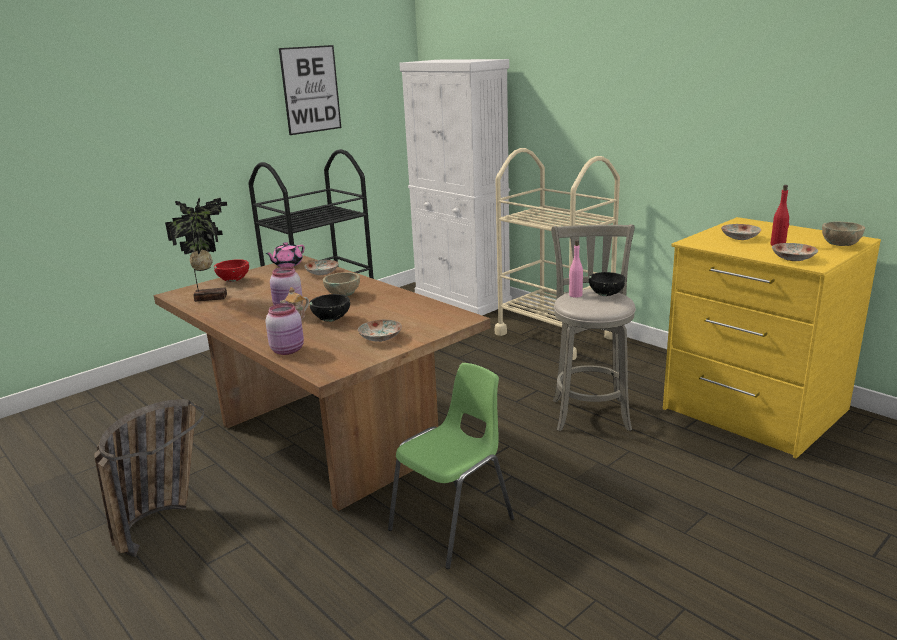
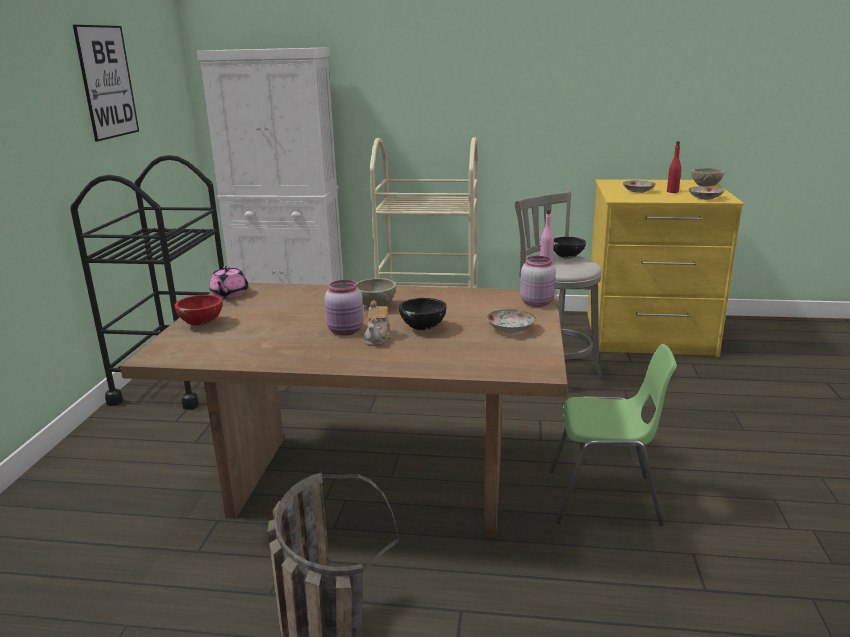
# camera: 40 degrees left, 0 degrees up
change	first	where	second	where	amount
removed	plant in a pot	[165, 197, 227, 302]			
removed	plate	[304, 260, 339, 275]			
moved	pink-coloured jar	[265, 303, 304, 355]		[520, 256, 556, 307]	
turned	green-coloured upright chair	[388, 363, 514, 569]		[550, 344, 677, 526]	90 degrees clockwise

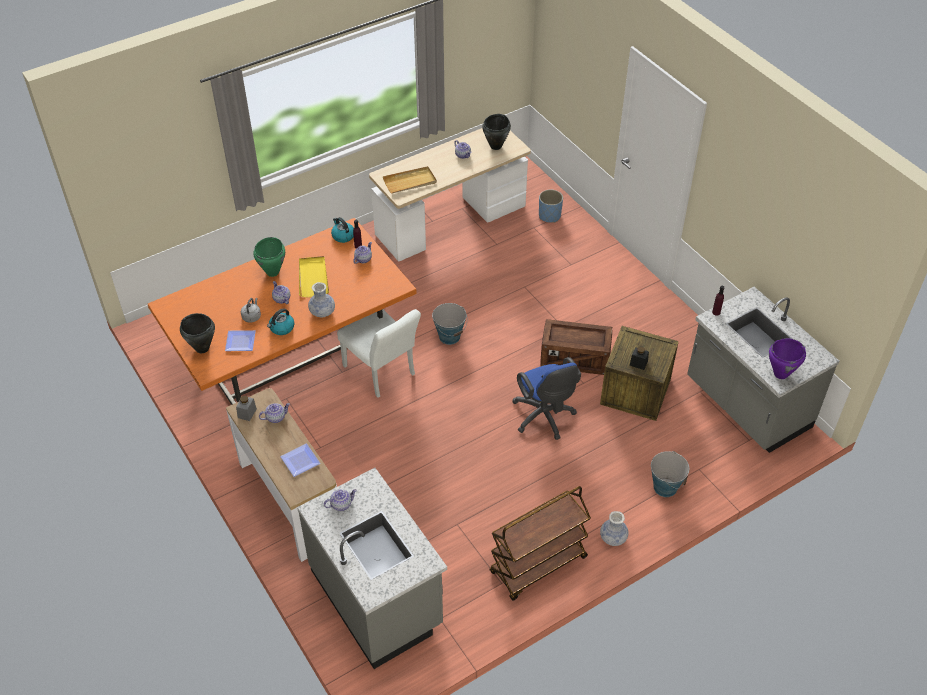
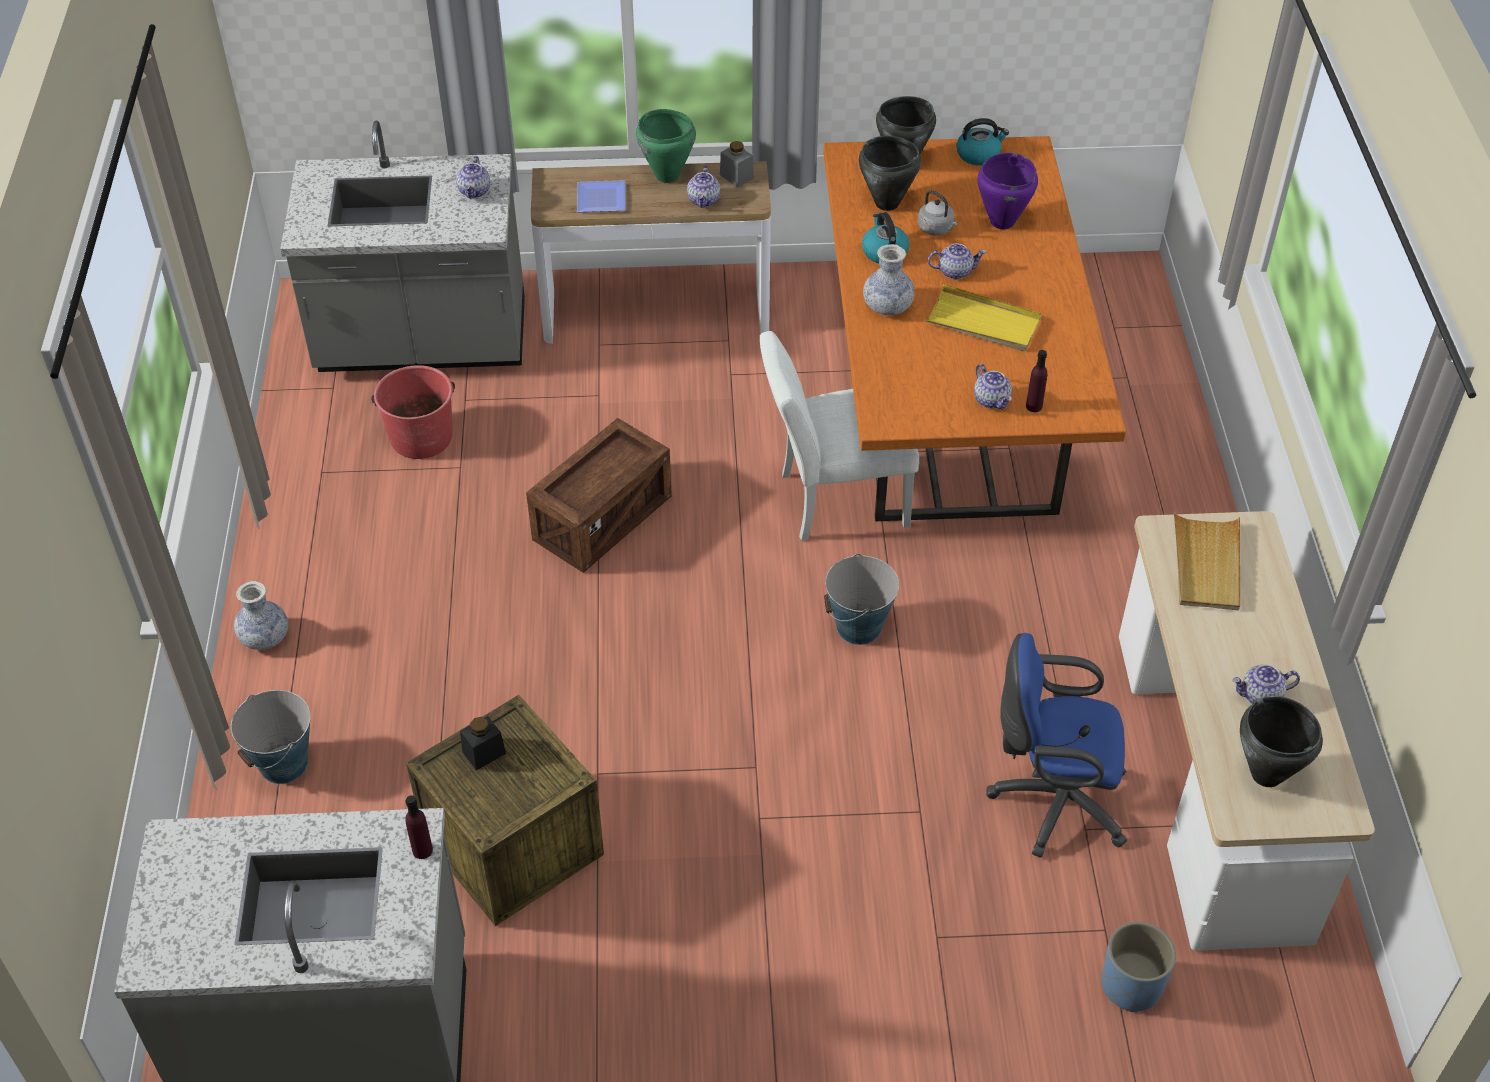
# camera: 120 degrees right, 0 degrees up
change	first	where	second	where	amount
moved	water kettle	[331, 217, 354, 243]		[956, 118, 1009, 166]	
moved	green-coloured saucepot	[254, 237, 285, 277]		[636, 109, 696, 183]	
moved	shipping crate	[540, 319, 612, 375]		[526, 418, 672, 573]	
replaced	plate	[225, 330, 256, 351]	blackish saucepot	[859, 136, 921, 211]	
moved	purple-coloured saucepot	[769, 338, 806, 379]		[977, 153, 1038, 229]	
moved	blue-coloured desk chair	[512, 357, 581, 440]		[986, 633, 1127, 858]	
removed	brownish trolley	[490, 486, 591, 601]			
added			red water bucket	[371, 365, 455, 459]	

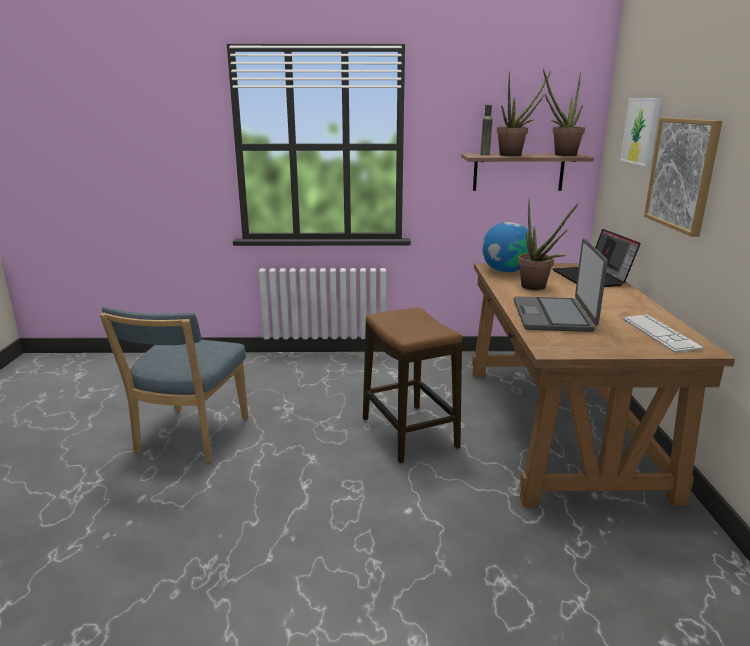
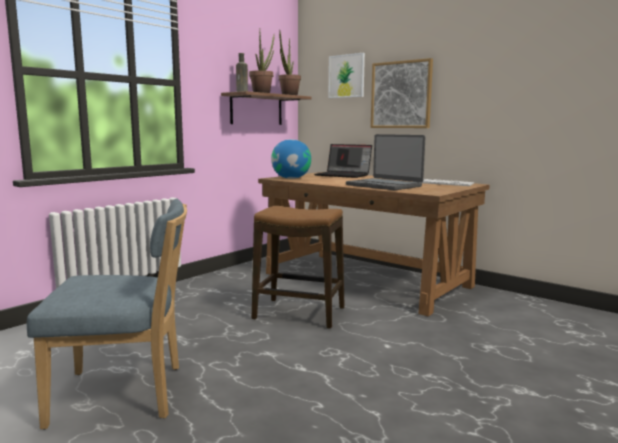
# camera: 50 degrees left, 10 degrees down
change	first	where	second	where	amount
removed	plant in a pot	[518, 198, 579, 290]			
turned	blue-coloured upright chair	[100, 306, 248, 462]		[27, 198, 187, 429]	60 degrees counterclockwise

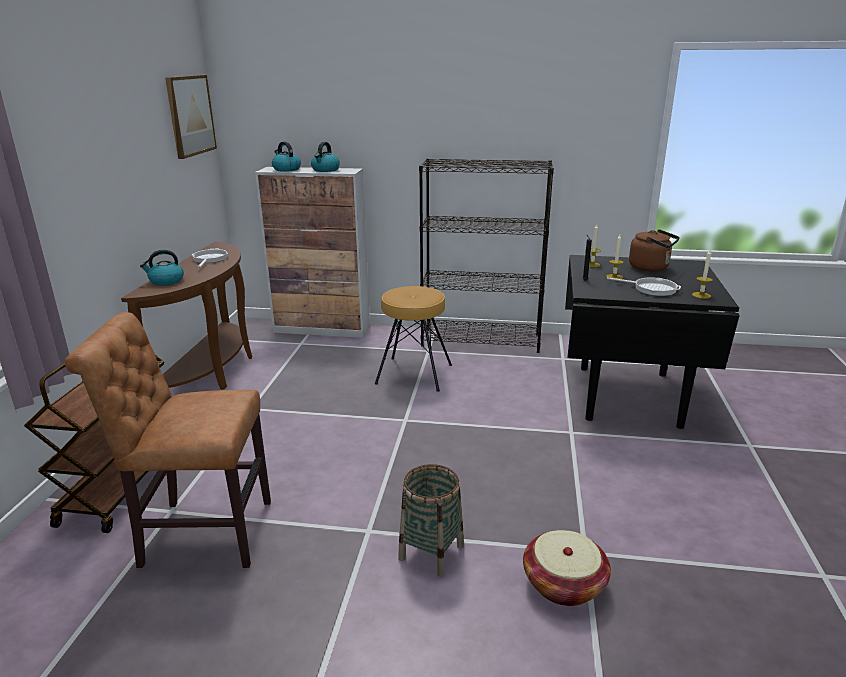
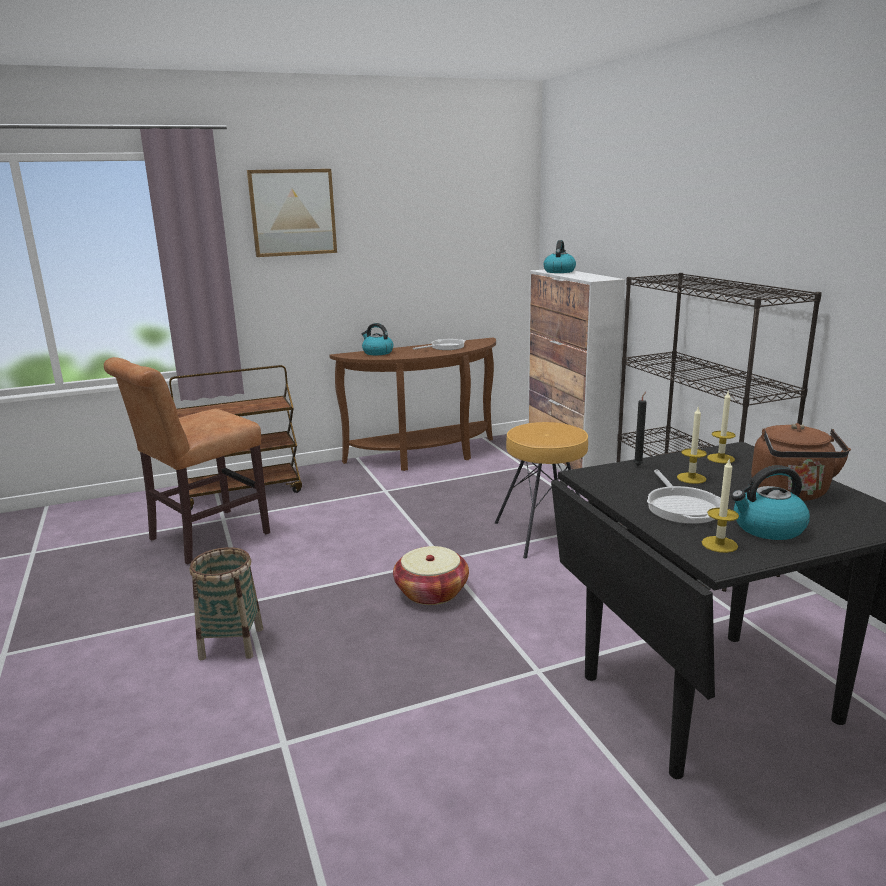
# camera: 60 degrees right, 5 degrees down
change	first	where	second	where	amount
moved	wall art	[165, 75, 217, 159]		[247, 169, 337, 257]	
moved	water kettle	[311, 142, 340, 172]		[731, 465, 810, 540]	
turned	brownish upright chair	[65, 312, 271, 568]		[104, 357, 270, 565]	105 degrees counterclockwise
moved	household basket	[523, 530, 611, 606]		[393, 546, 469, 605]	

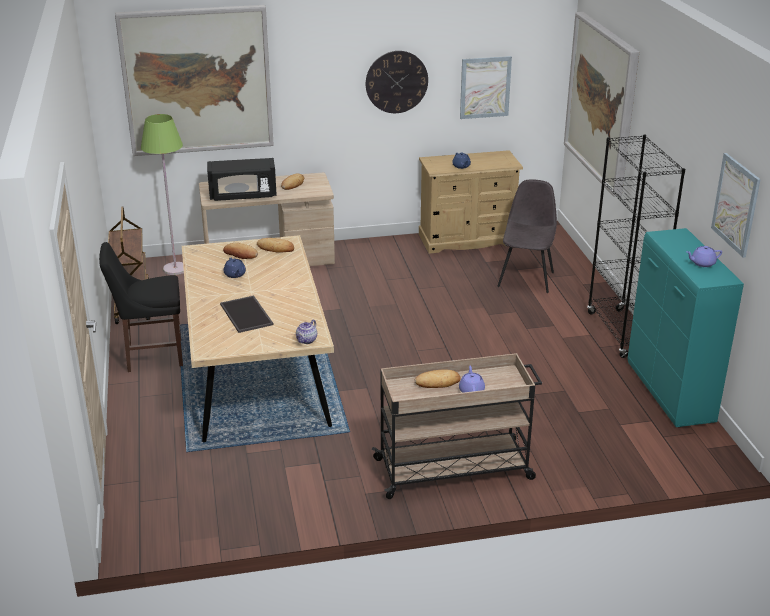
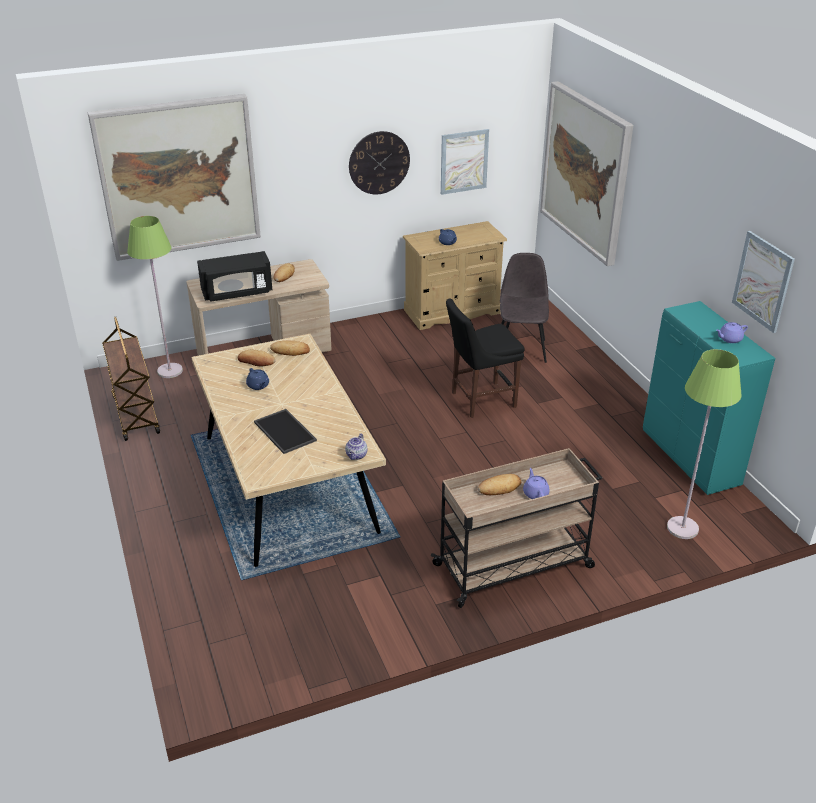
# camera: 10 degrees left, 5 degrees up
change	first	where	second	where	amount
removed	blackish bookcase	[587, 135, 685, 358]			
moved	blackish upright chair	[99, 242, 183, 372]		[446, 298, 524, 418]	
added			green-coloured floor lamp	[667, 349, 741, 539]	

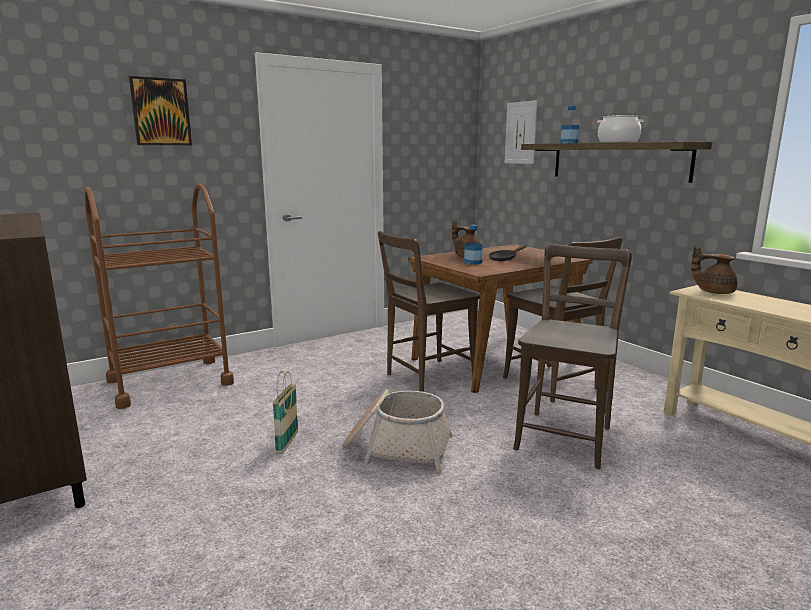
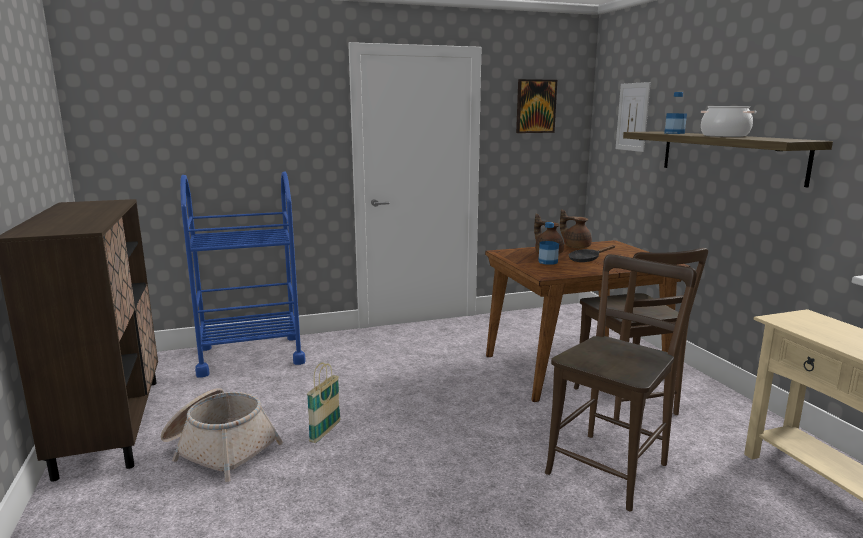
# camera: 15 degrees right, 0 degrees up
change	first	where	second	where	amount
moved	wall art	[129, 76, 192, 145]		[516, 79, 557, 133]	
recoloured	brownish trolley	[85, 184, 234, 409]	blue-coloured trolley	[180, 171, 306, 377]	
removed	brownish upright chair	[378, 231, 480, 392]			
moved	brownish pot for tea	[691, 246, 737, 294]		[560, 209, 592, 248]	
moved	household basket	[342, 389, 452, 473]		[161, 388, 283, 482]	

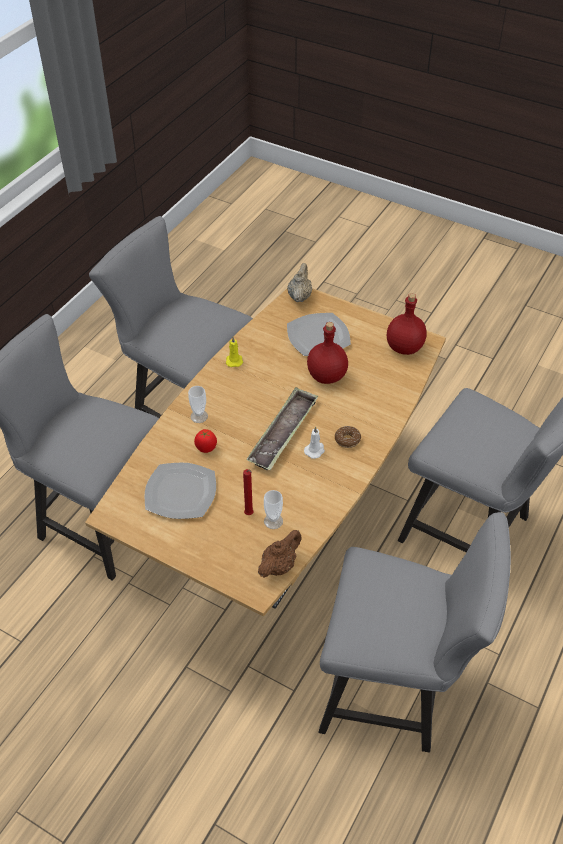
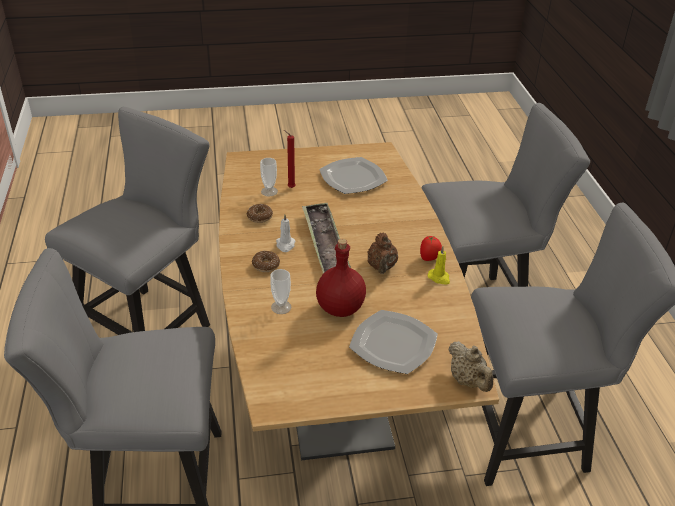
# camera: 140 degrees right, 10 degrees down
change	first	where	second	where	amount
removed	red bottle	[387, 293, 427, 355]			
moved	drinking cup	[188, 386, 208, 423]		[270, 269, 292, 314]	
moved	fresh tomato	[194, 429, 217, 453]		[420, 236, 442, 261]	
turned	greyish upright chair	[319, 512, 511, 753]		[45, 107, 210, 335]	150 degrees clockwise
moved	brownish pot for tea	[258, 530, 302, 578]		[367, 233, 398, 274]	
added			doughnut	[247, 204, 273, 223]	

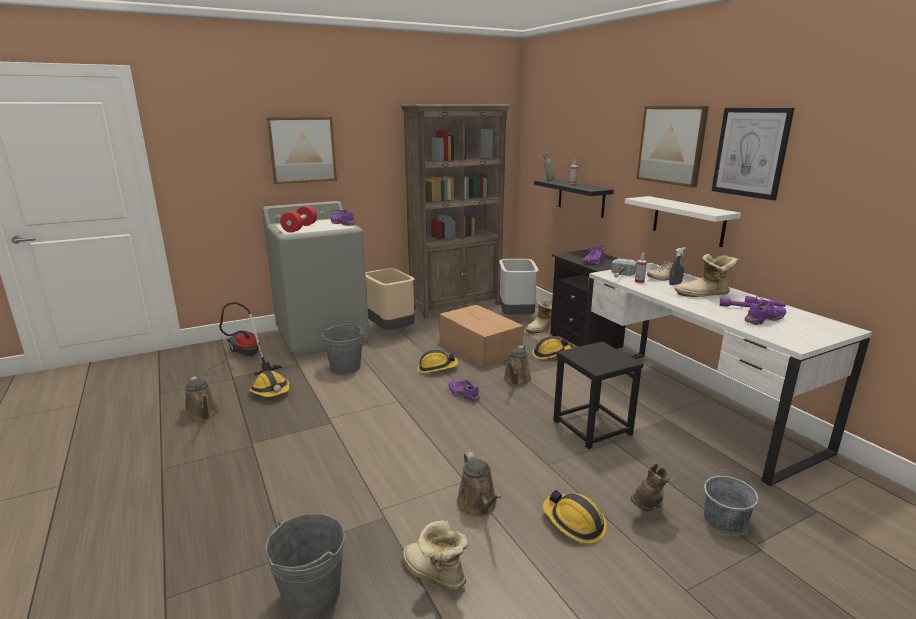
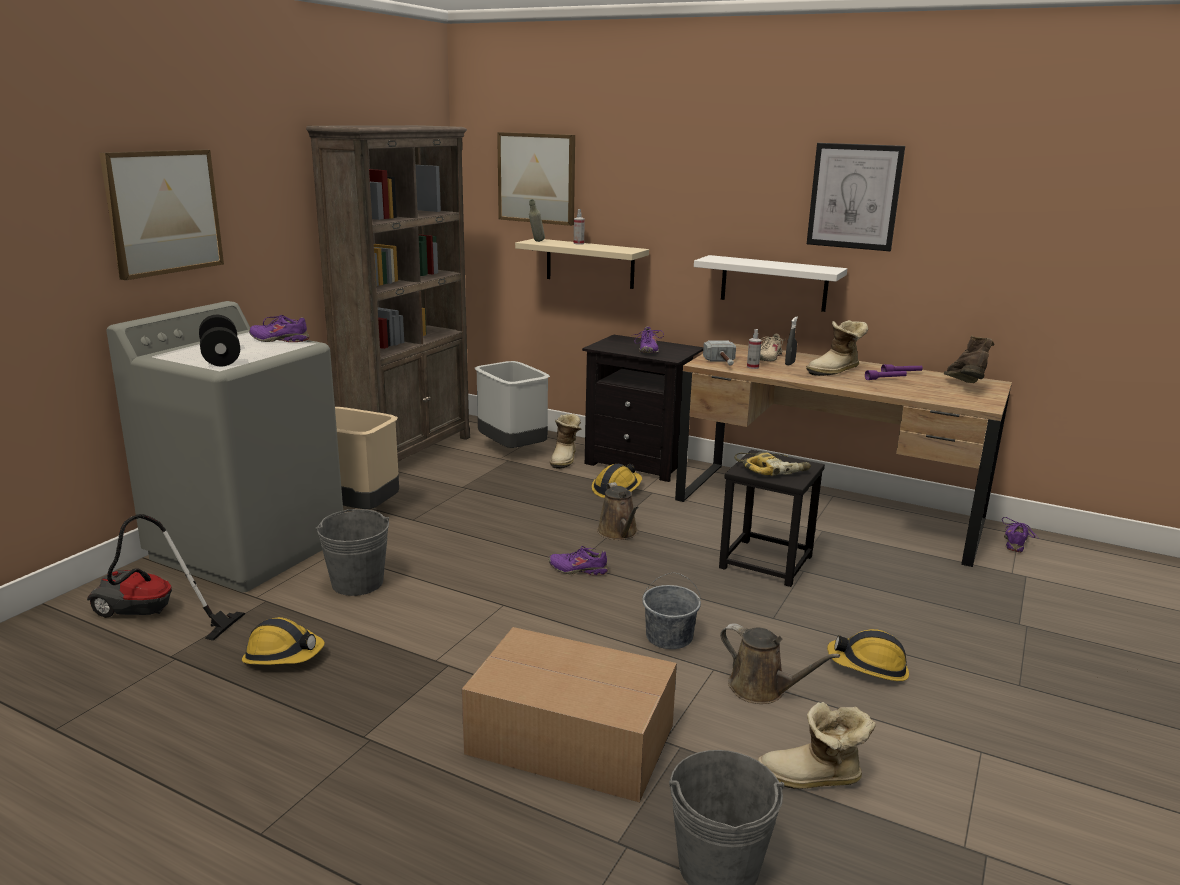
# camera: 35 degrees left, 0 degrees up
change	first	where	second	where	amount
moved	wall art	[637, 106, 709, 187]		[497, 132, 575, 226]	
recoloured	blackish bracket shelf	[534, 179, 614, 218]	sand-coloured bracket shelf	[515, 239, 649, 289]	
recoloured	red dumbbell	[280, 206, 317, 233]	blackish dumbbell	[199, 315, 240, 366]	
recoloured	white desk	[583, 263, 872, 486]	brownish desk	[675, 344, 1012, 567]	
moved	purple-coloured shoe	[745, 296, 786, 325]		[1002, 517, 1039, 553]	
moved	carton	[439, 305, 524, 368]		[462, 627, 677, 803]	
removed	hard hat	[418, 349, 458, 373]			
removed	brownish watering pot	[185, 376, 219, 422]			
moved	brownish boot	[630, 463, 676, 511]		[944, 335, 994, 383]	
moved	greyish water bucket	[704, 469, 759, 534]		[642, 572, 701, 649]	
added			power drill	[734, 452, 811, 476]	

